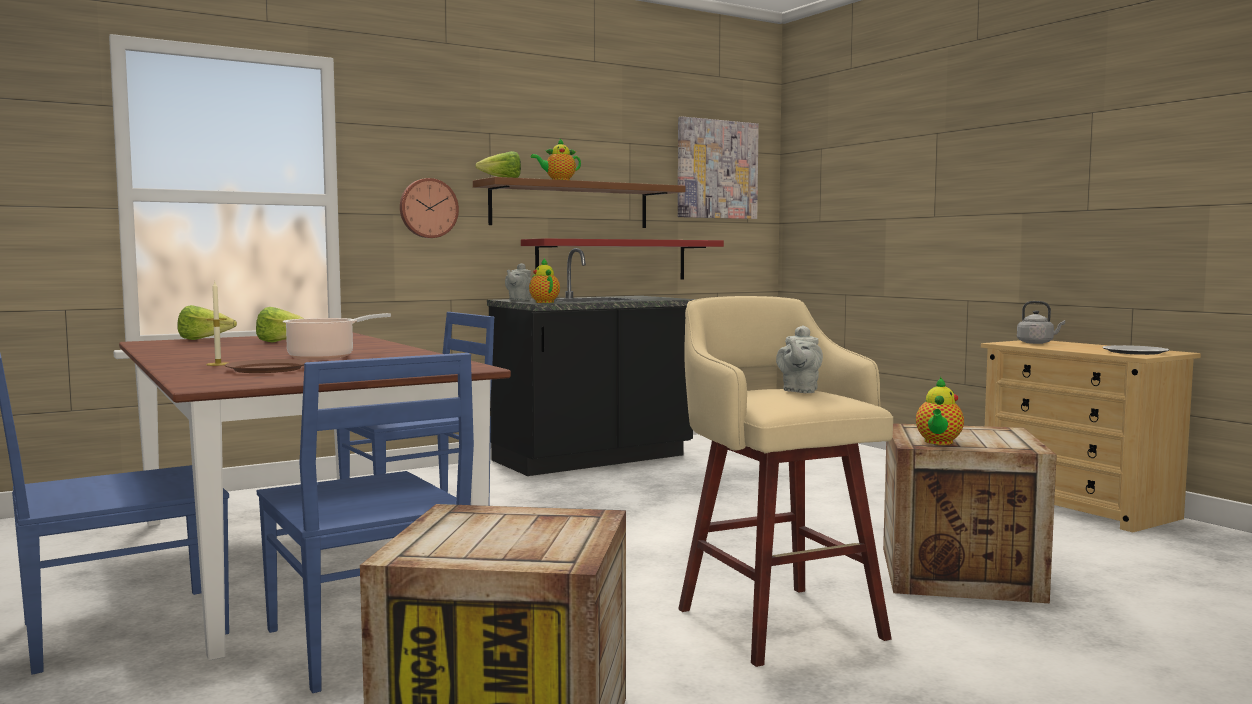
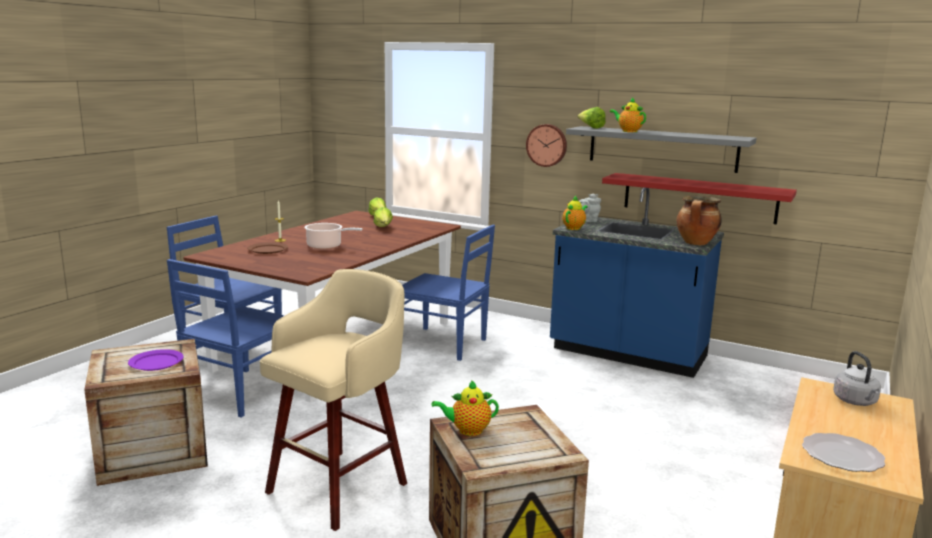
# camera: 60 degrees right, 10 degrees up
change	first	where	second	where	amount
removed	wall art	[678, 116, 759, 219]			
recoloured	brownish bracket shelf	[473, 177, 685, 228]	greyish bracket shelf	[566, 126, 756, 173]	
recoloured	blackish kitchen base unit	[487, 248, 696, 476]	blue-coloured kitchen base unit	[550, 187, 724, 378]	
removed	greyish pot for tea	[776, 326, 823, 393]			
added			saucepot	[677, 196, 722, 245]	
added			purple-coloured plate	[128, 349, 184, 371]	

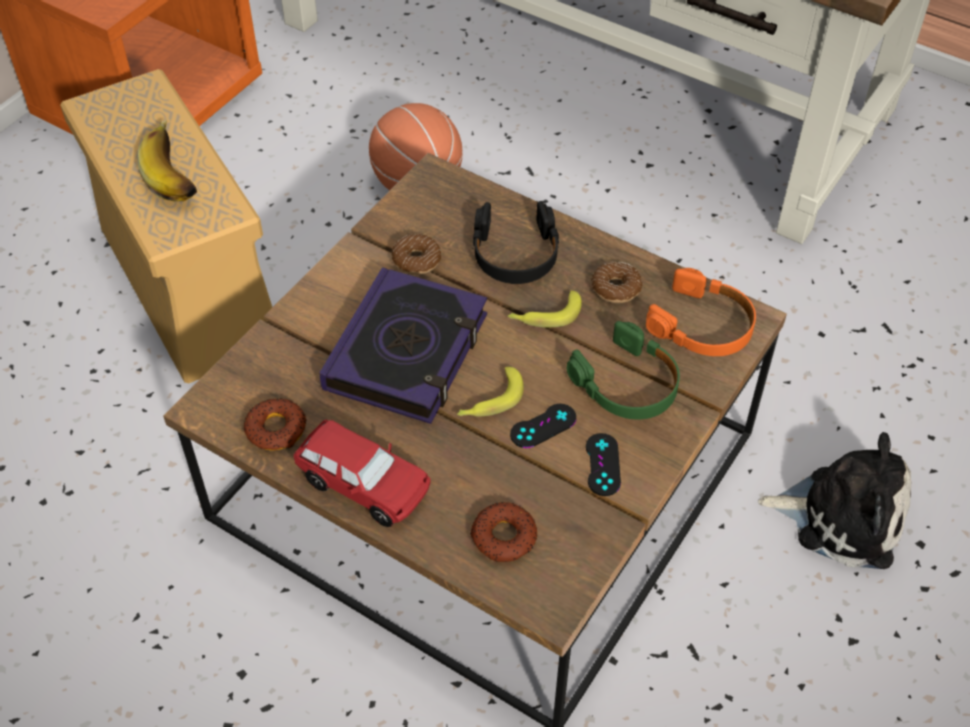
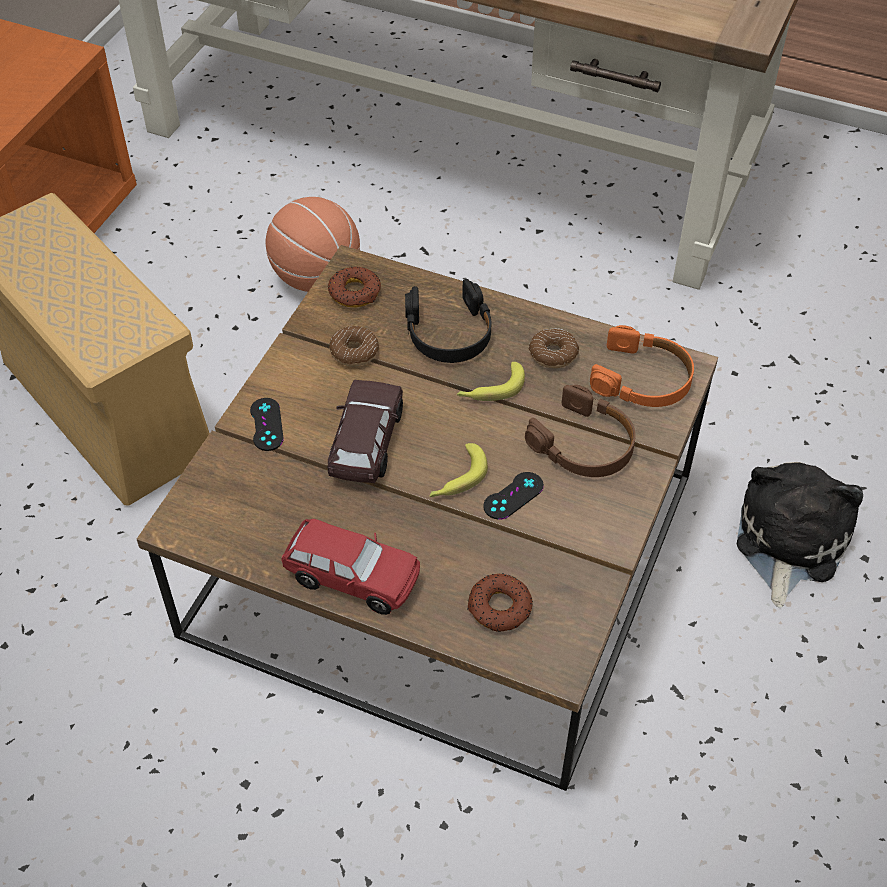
# camera: 10 degrees left, 0 degrees up
change	first	where	second	where	amount
removed	whole banana	[137, 120, 197, 201]			
replaced	bound book	[320, 267, 487, 424]	brownish miniature car	[328, 380, 403, 483]	
recoloured	green-coloured headphones	[567, 321, 680, 419]	brownish headphones	[525, 385, 636, 477]	
moved	doughnut	[244, 398, 306, 451]		[328, 267, 381, 307]	
turned	soft toy	[758, 432, 911, 569]		[737, 462, 863, 608]	75 degrees counterclockwise
moved	blackish gamepad	[586, 433, 621, 496]		[250, 398, 284, 451]	

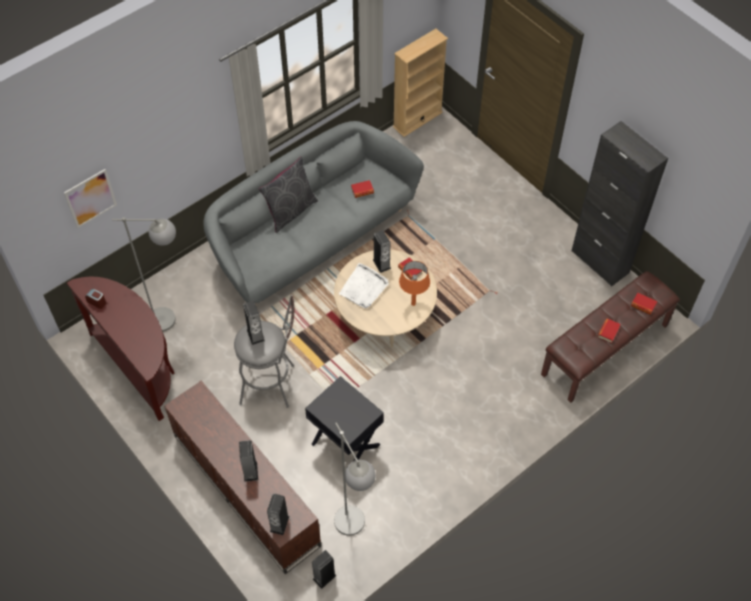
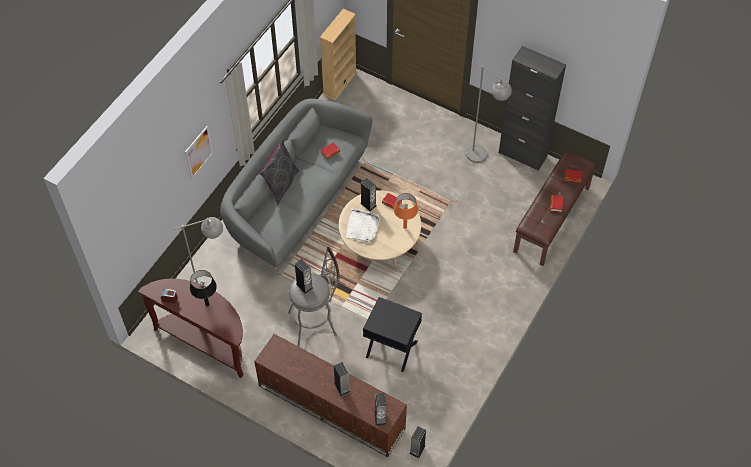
# camera: 20 degrees left, 0 degrees up
change	first	where	second	where	amount
moved	wall art	[64, 169, 117, 228]		[185, 126, 213, 179]	
moved	greyish floor lamp	[334, 422, 376, 536]		[466, 63, 512, 163]	
added			blackish tabletop lamp	[190, 270, 217, 306]	

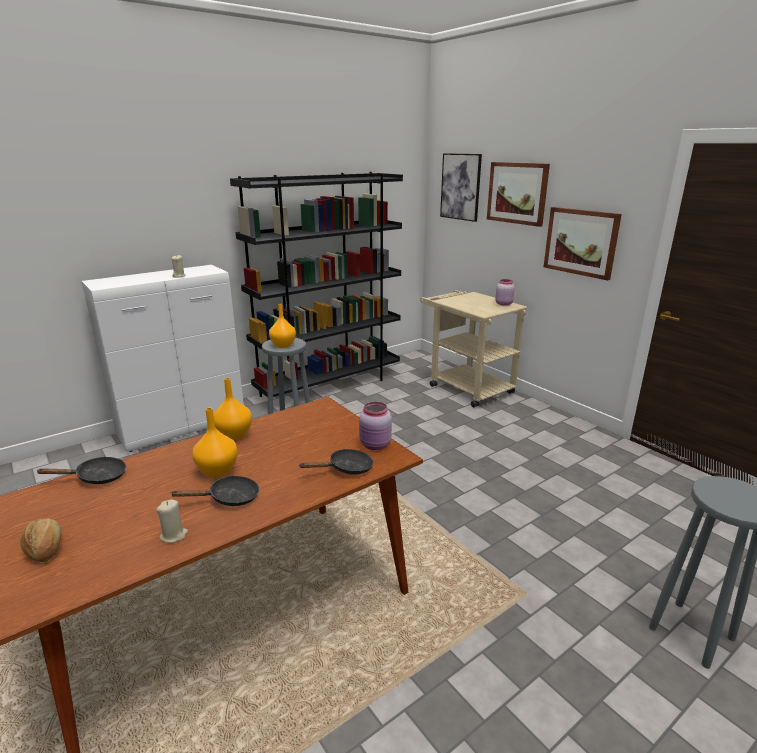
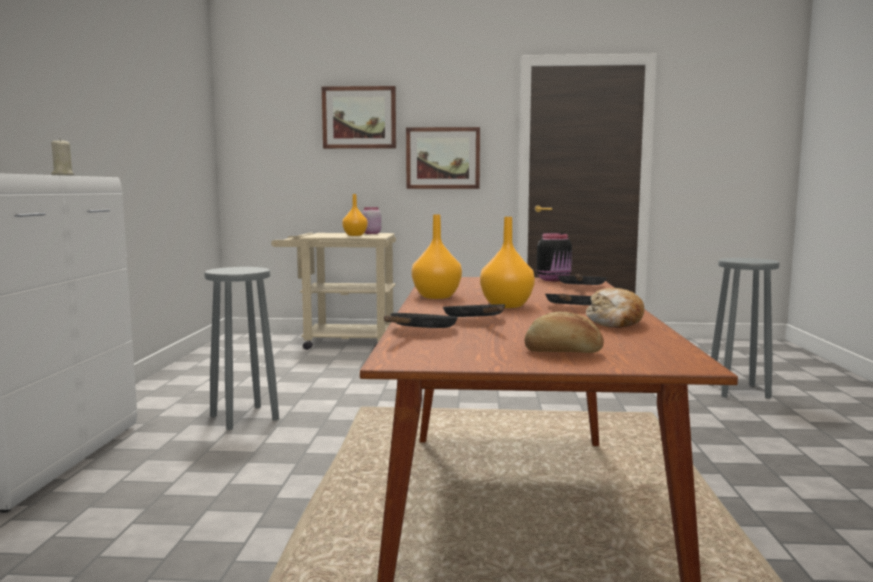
# camera: 50 degrees left, 15 degrees down
change	first	where	second	where	amount
removed	wall art	[440, 153, 482, 222]			
removed	blackish bookcase	[230, 172, 403, 398]			
moved	orange vase	[269, 304, 296, 348]		[342, 194, 368, 236]	
recoloured	pink-coloured jar	[359, 402, 392, 450]	blackish jar	[537, 233, 572, 281]	
replaced	sand-coloured candle	[156, 500, 188, 543]	bread	[586, 288, 644, 328]	
added			blackish pan	[443, 304, 505, 317]	

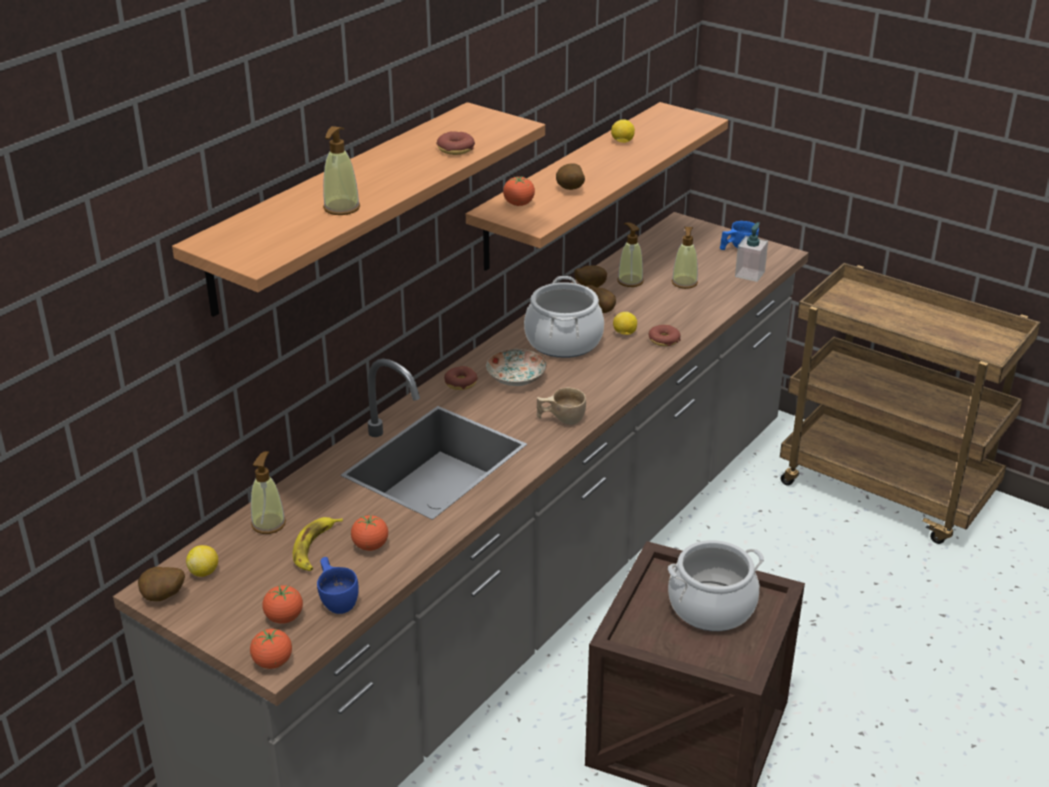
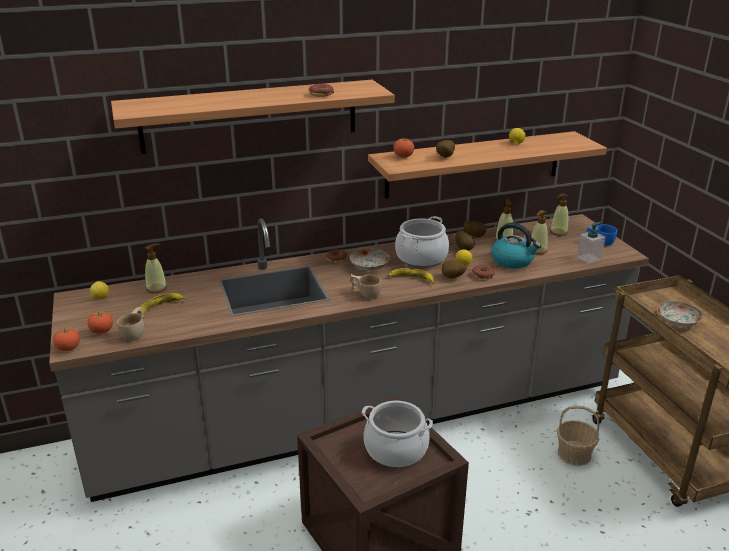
# camera: 35 degrees right, 5 degrees down
change	first	where	second	where	amount
moved	soap bottle	[323, 126, 360, 215]		[550, 193, 568, 236]	
removed	fresh tomato	[351, 515, 388, 551]			
recoloured	blue-coloured drinking cup	[317, 557, 359, 614]	sand-coloured drinking cup	[117, 307, 146, 341]	
moved	potato	[138, 567, 185, 601]		[442, 260, 467, 278]	
added			water kettle	[491, 223, 541, 269]	
added			whole banana	[388, 268, 434, 284]	
added			plate	[657, 301, 703, 327]	
added			household basket	[557, 405, 600, 466]	

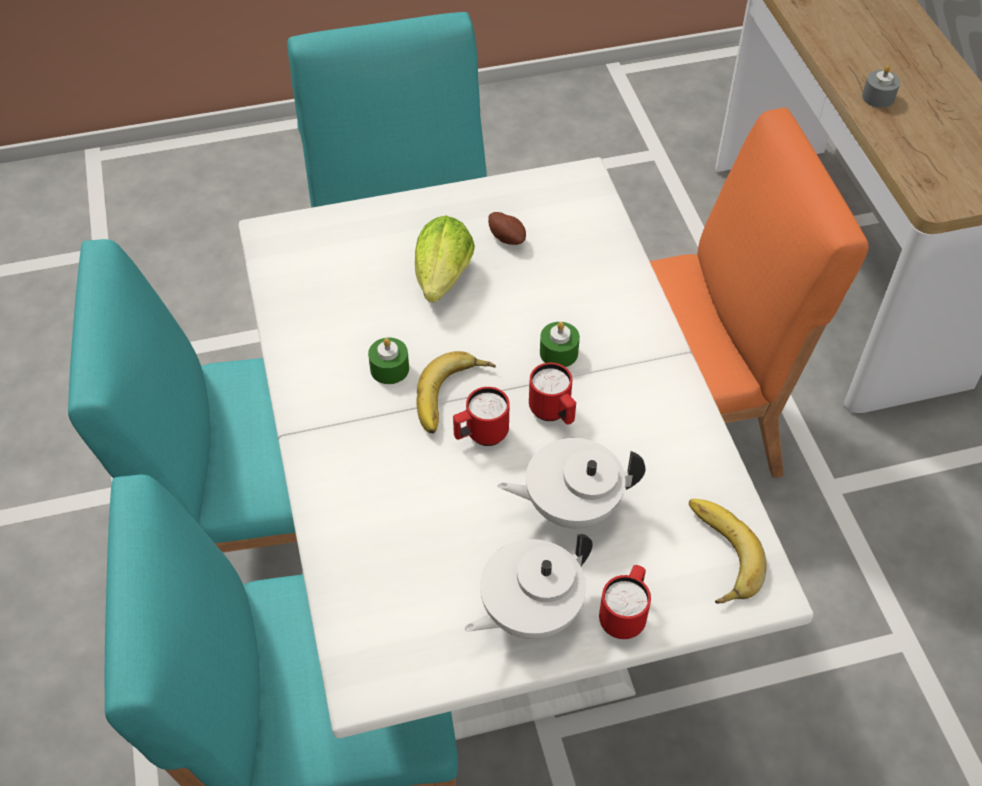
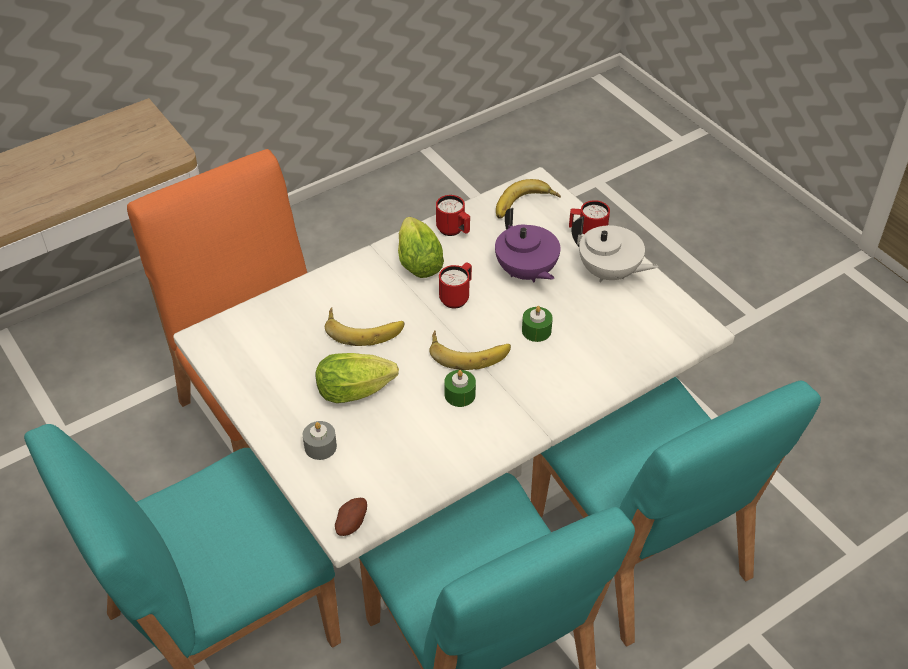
# camera: 110 degrees left, 5 degrees down
change	first	where	second	where	amount
moved	greyish candle	[862, 65, 900, 108]		[303, 421, 337, 460]	
moved	potato	[488, 212, 526, 245]		[335, 498, 367, 536]	
moved	green-coloured candle	[540, 322, 580, 367]		[522, 306, 553, 342]	
moved	red tea mug	[453, 387, 510, 446]		[436, 195, 470, 236]	
recoloured	white pot for tea	[498, 438, 646, 528]	purple-coloured pot for tea	[495, 208, 560, 282]	
added			head of lettuce	[398, 217, 444, 278]	
added			whole banana	[325, 307, 404, 346]	

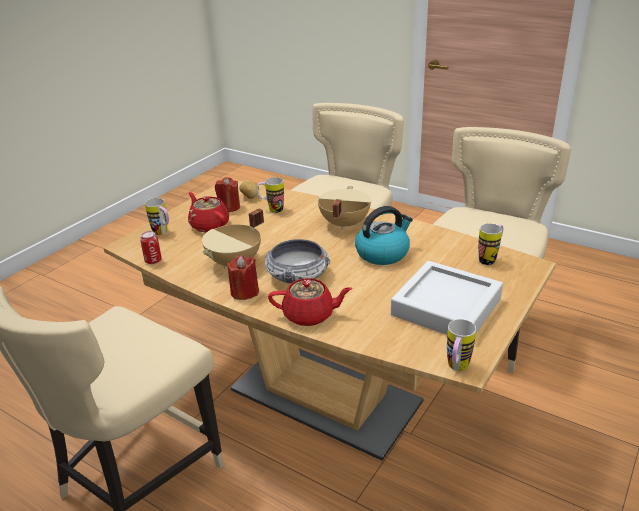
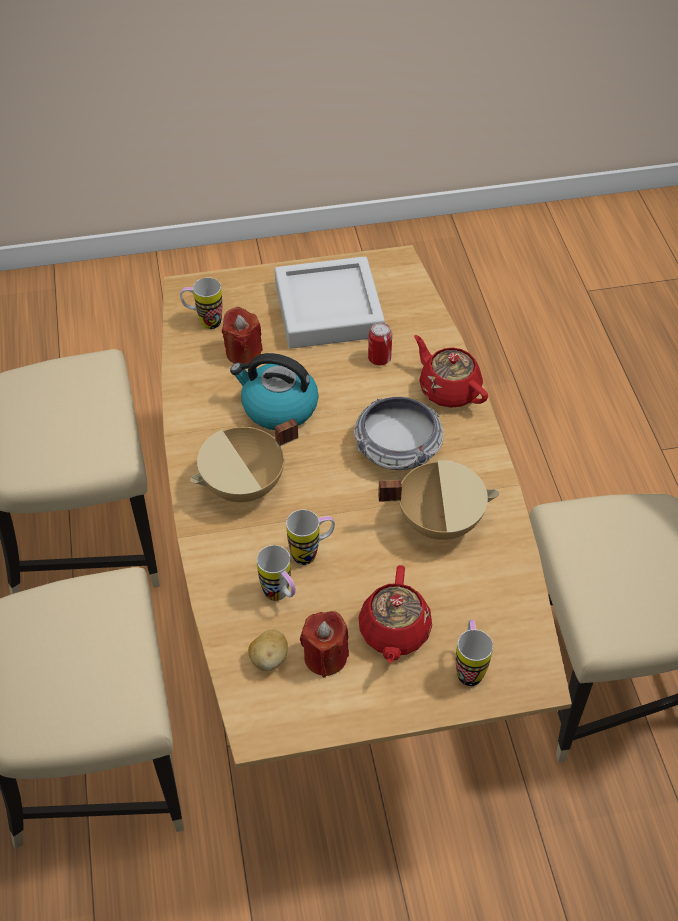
# camera: 135 degrees left, 20 degrees up
change	first	where	second	where	amount
moved	metal can	[140, 231, 162, 264]		[368, 322, 392, 365]	
moved	red candle	[227, 255, 259, 300]		[222, 307, 263, 364]	
moved	tea mug	[447, 319, 476, 371]		[286, 509, 335, 565]	

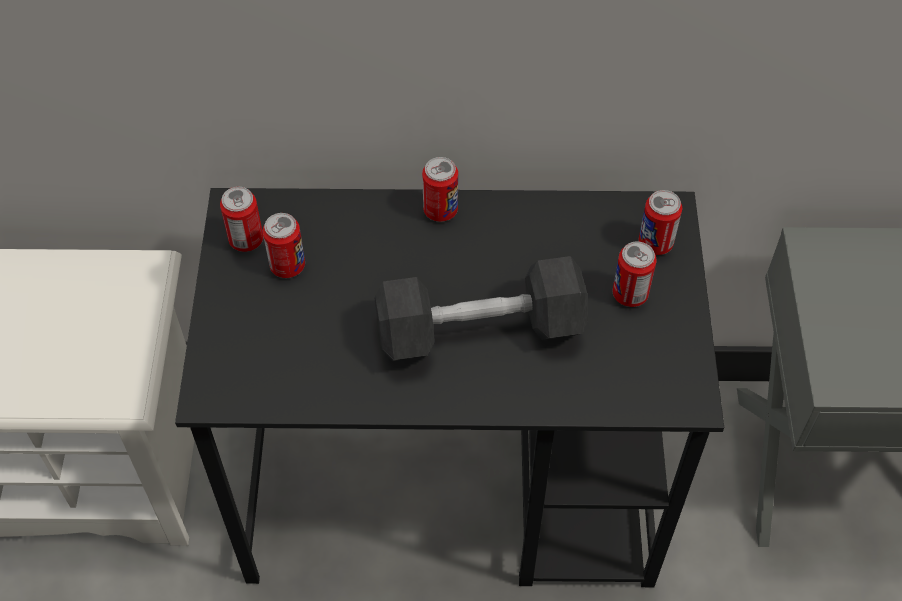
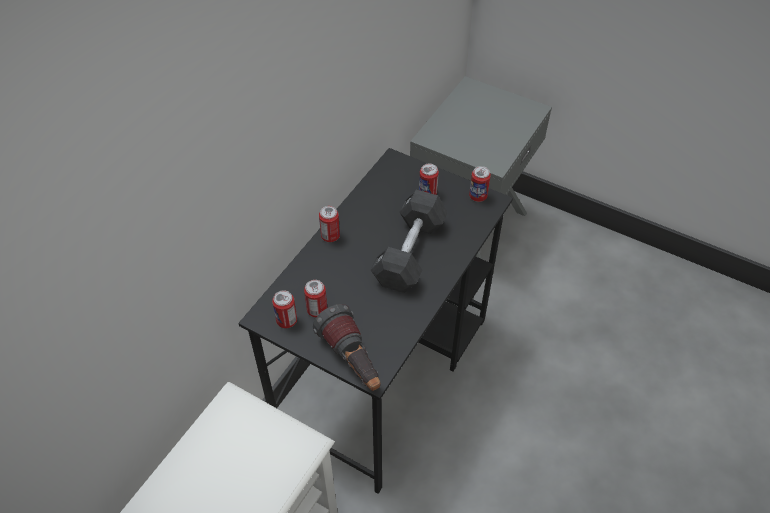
# camera: 60 degrees left, 5 degrees down
change	first	where	second	where	amount
moved	metal can	[639, 190, 682, 255]		[469, 166, 491, 202]	
added			torch	[313, 304, 381, 391]	

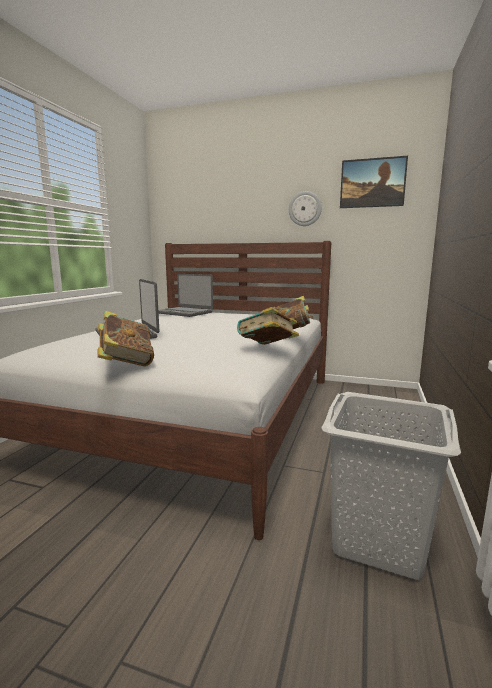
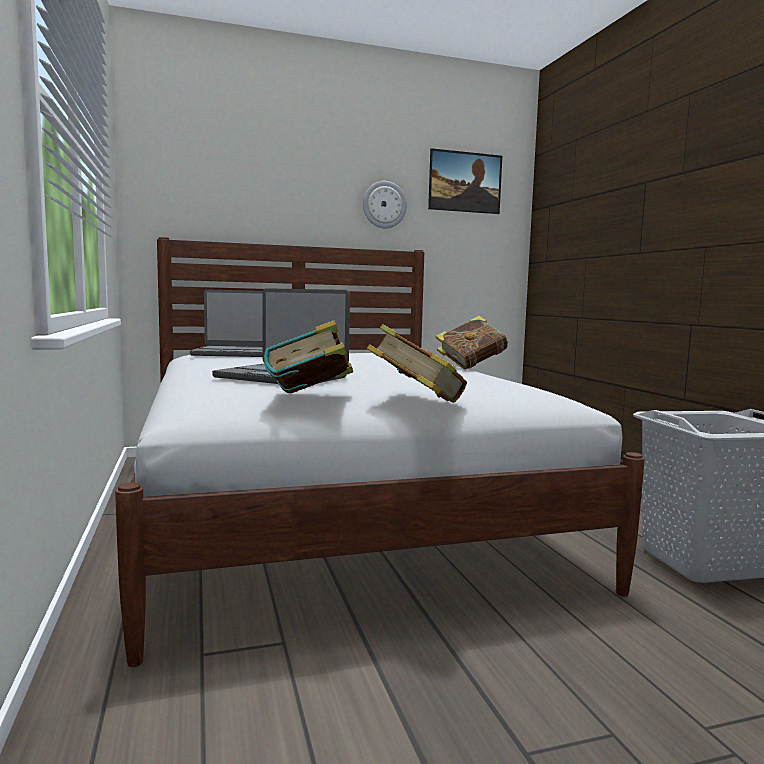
# camera: 35 degrees left, 5 degrees down
change	first	where	second	where	amount
moved	bound book	[237, 307, 299, 345]		[264, 320, 353, 393]	

